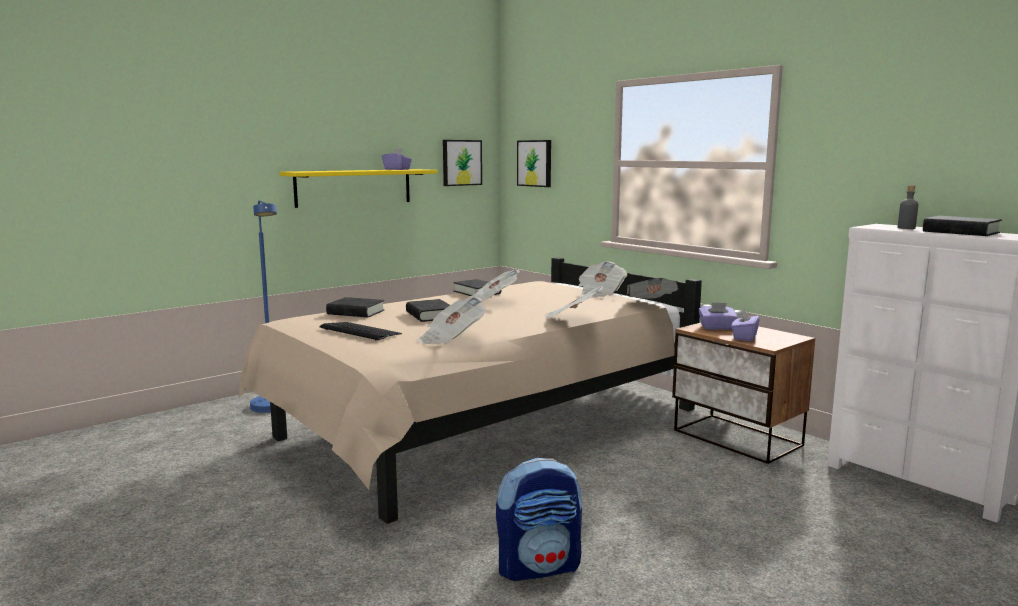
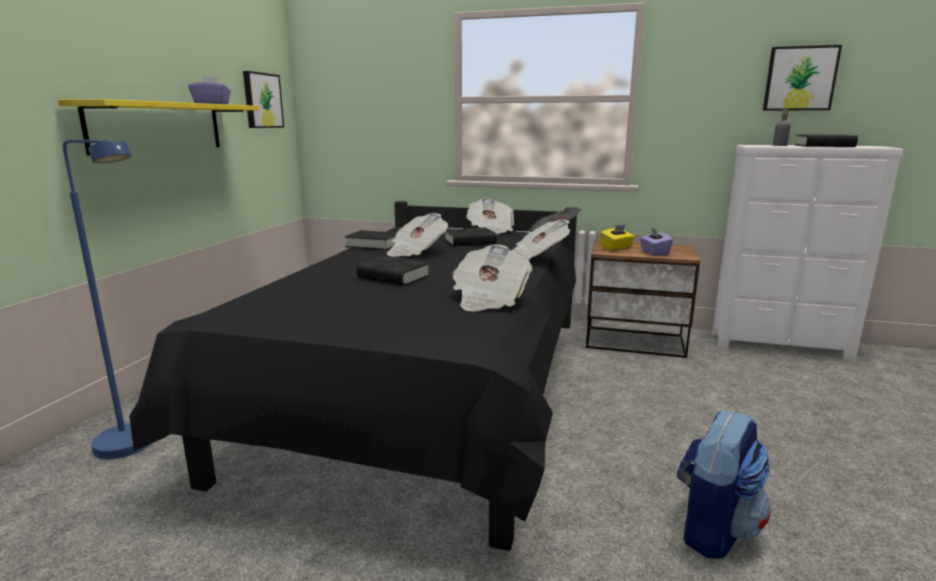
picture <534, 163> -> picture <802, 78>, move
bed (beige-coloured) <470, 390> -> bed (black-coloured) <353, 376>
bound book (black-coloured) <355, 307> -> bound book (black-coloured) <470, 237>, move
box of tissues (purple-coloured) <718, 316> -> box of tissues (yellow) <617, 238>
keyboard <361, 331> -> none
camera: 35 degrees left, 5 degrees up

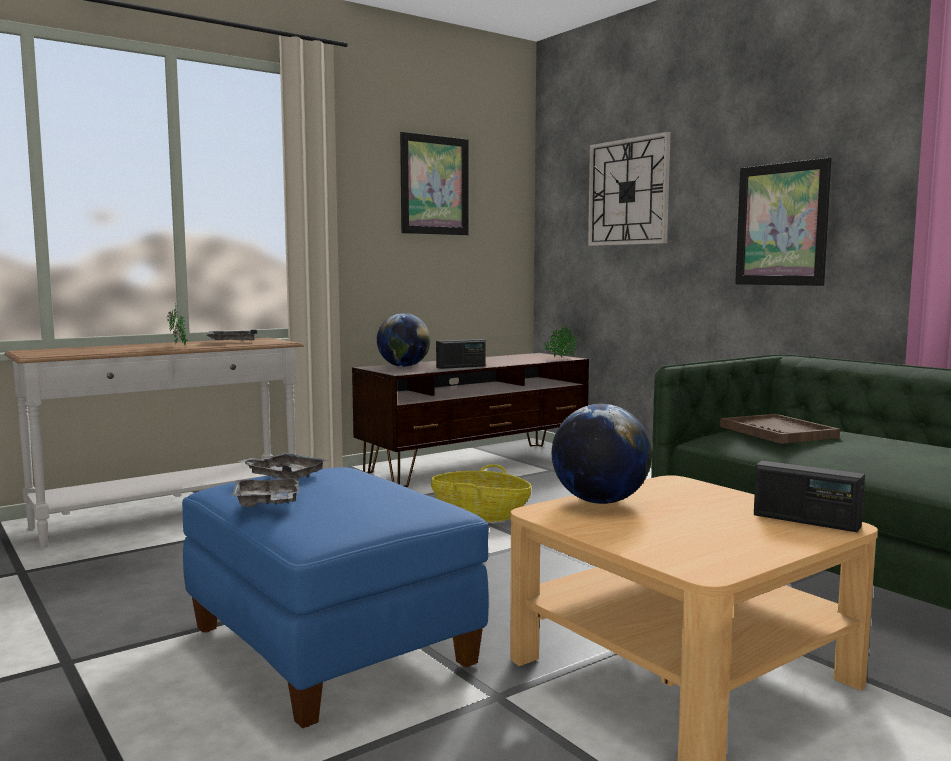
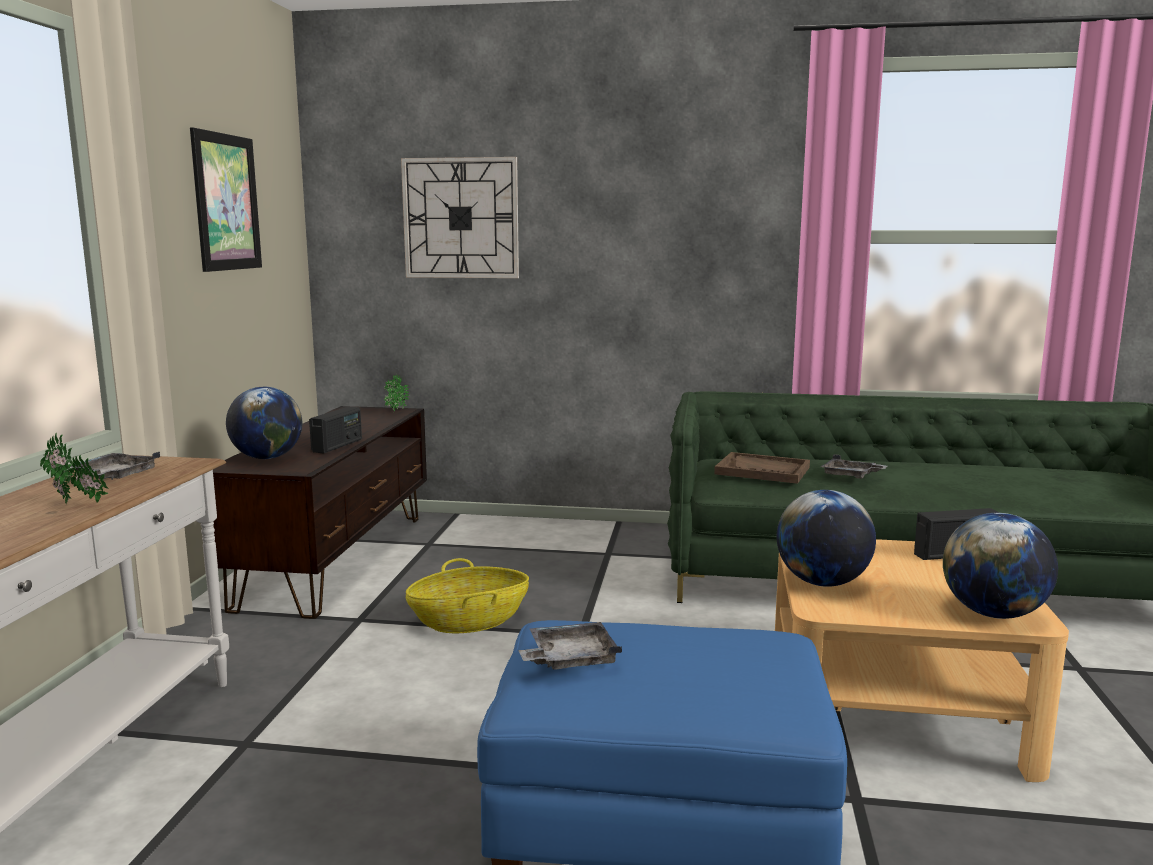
picture <783, 222> -> none
carrying tray (greyish) <265, 490> -> carrying tray (greyish) <854, 466>, move
none -> desk globe <1000, 566>
camera: 45 degrees left, 5 degrees up

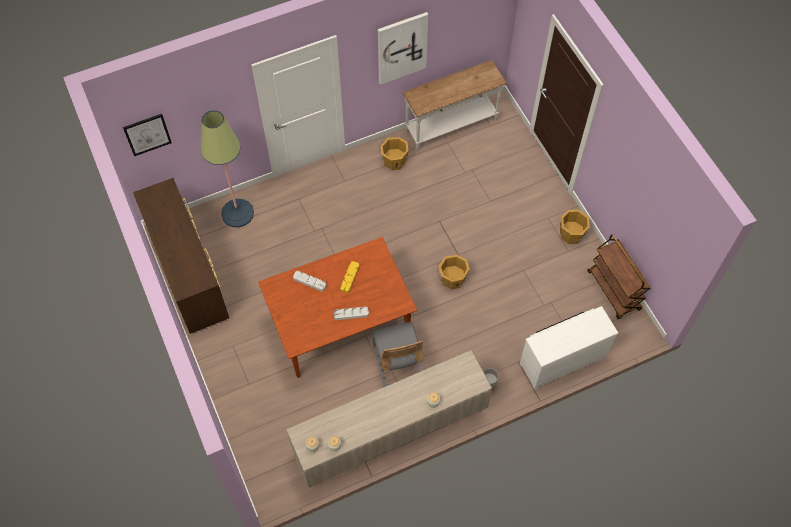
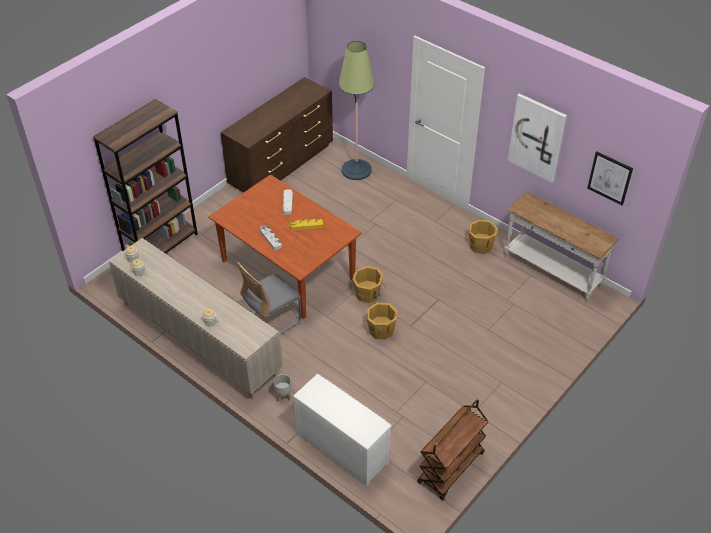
picture <147, 135> -> picture <610, 178>, move
pail (orange) <575, 227> -> pail (orange) <367, 284>, move
none -> bookcase (brown) <145, 176>
camera: 65 degrees right, 15 degrees down

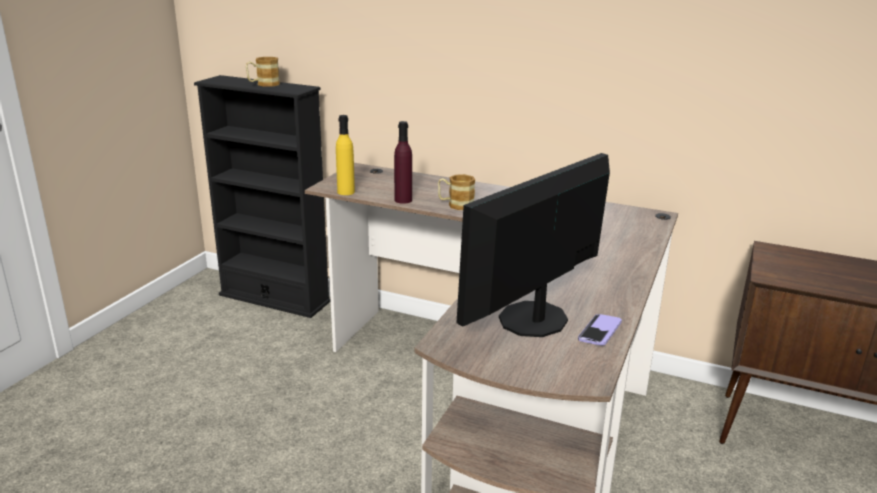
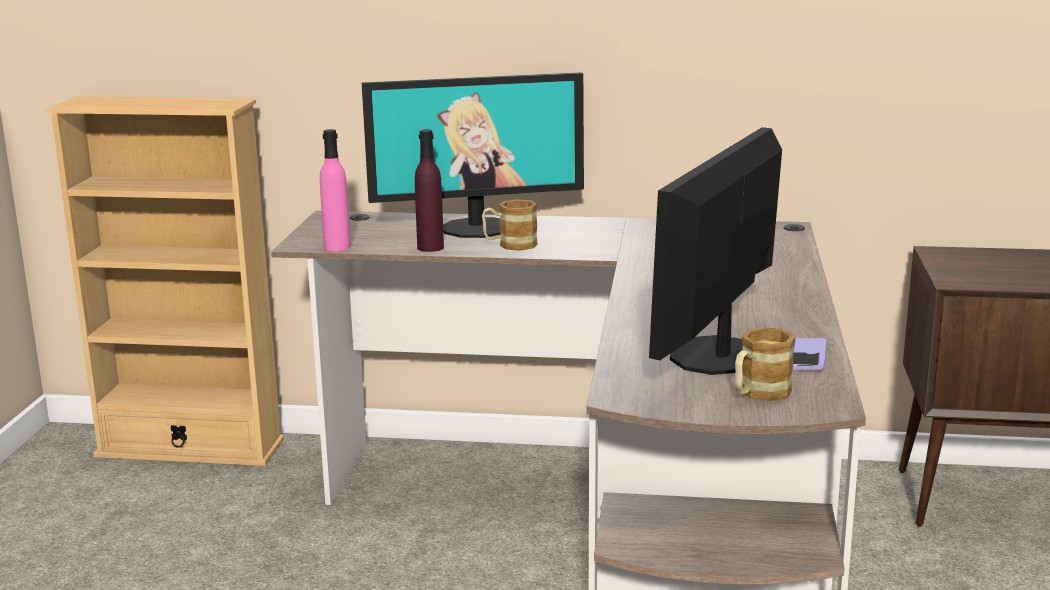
mug <263, 72> -> mug <765, 364>, move
bookcase (black-coloured) <262, 196> -> bookcase (beige-coloured) <165, 281>
bottle (yellow) <345, 155> -> bottle (pink-coloured) <335, 190>
none -> computer display <473, 155>
camera: 15 degrees left, 5 degrees down

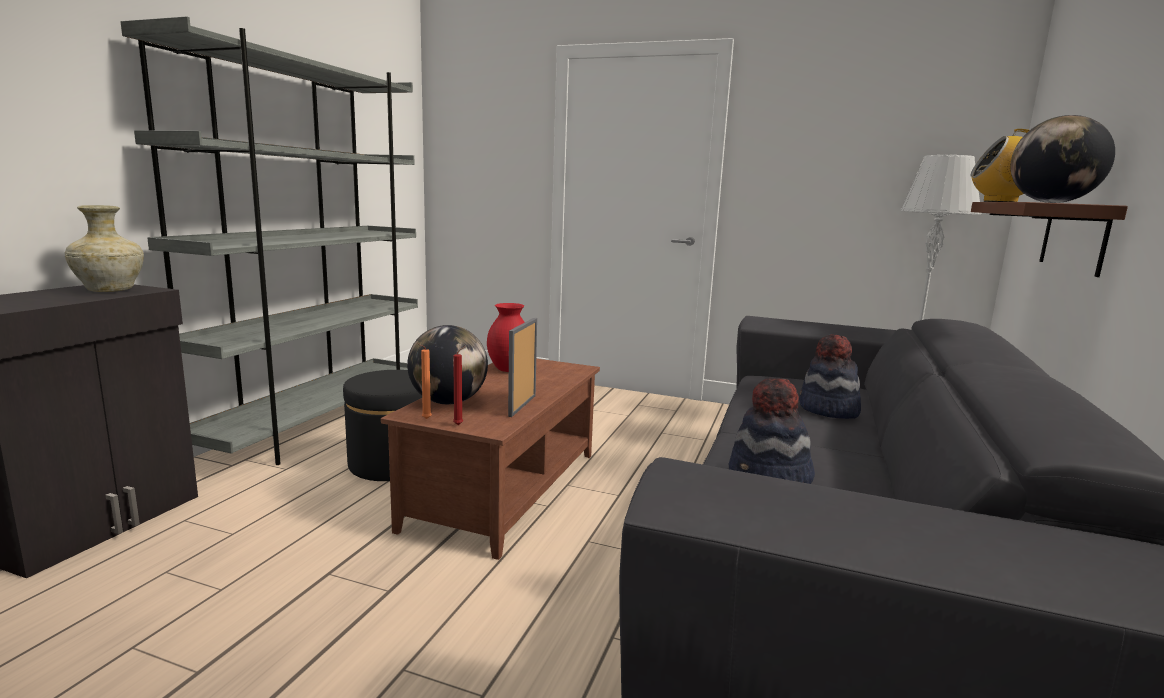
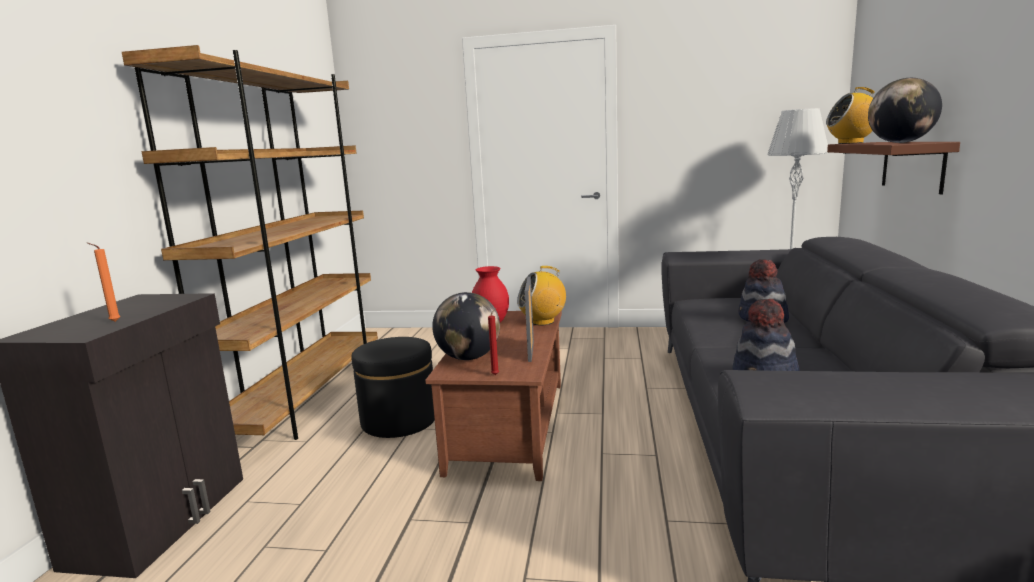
bookcase (greyish) <269, 240> -> bookcase (brown) <250, 242>
vase (beige-coloured) <104, 248> -> none
wax light (orange) <424, 381> -> wax light (orange) <104, 282>, move
none -> radio set <541, 296>
camera: 10 degrees left, 0 degrees up

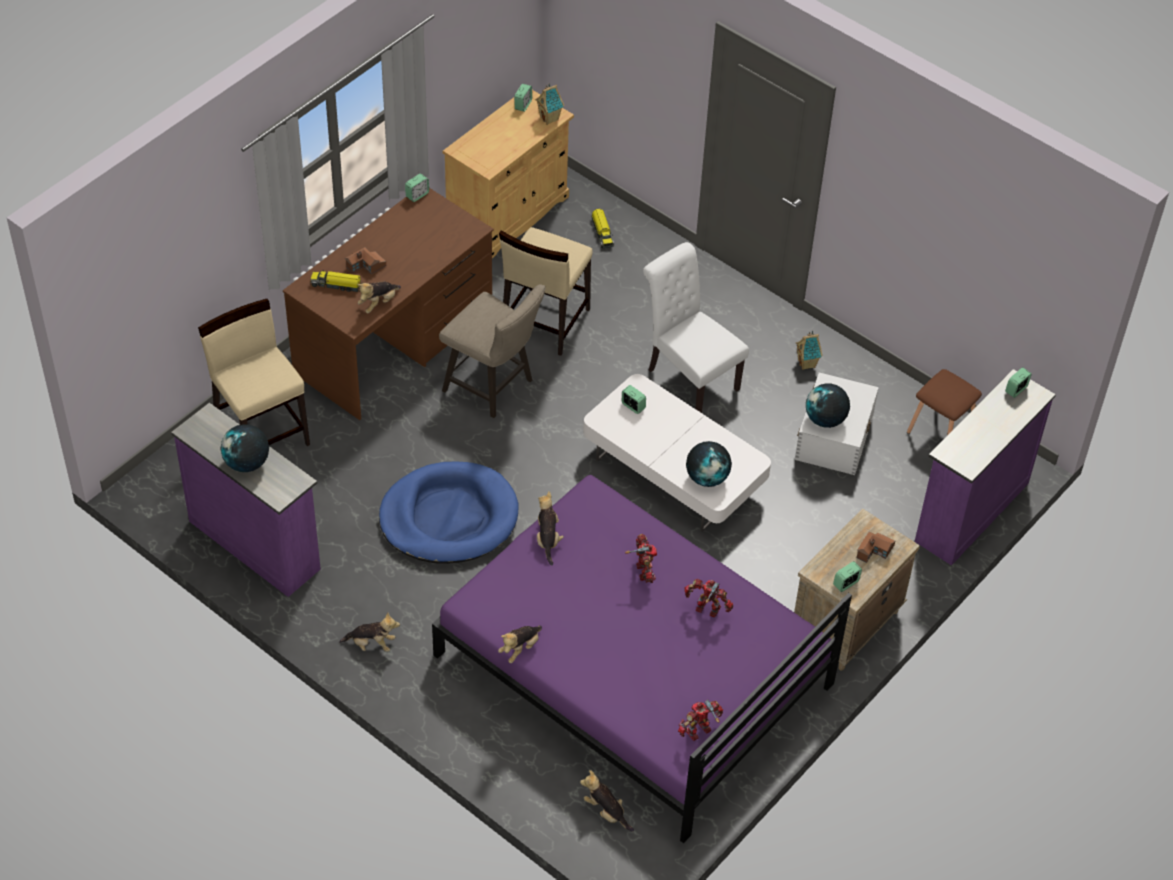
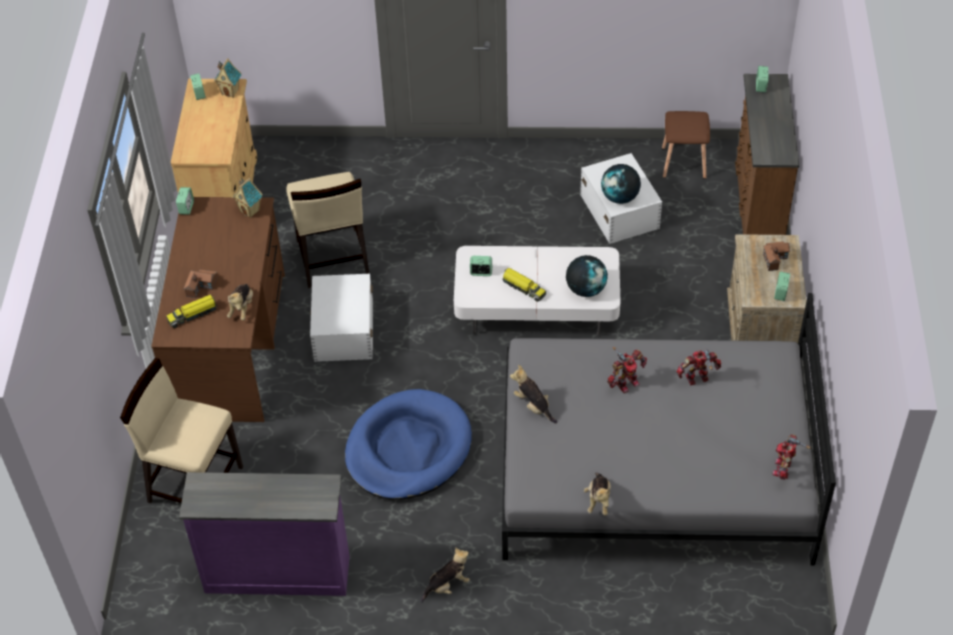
model truck <603, 228> -> model truck <524, 285>, move
chair (whitish) <696, 327> -> none
stool (beige-coloured) <492, 351> -> storage box (whitish) <341, 318>
model house <809, 350> -> model house <247, 197>, move
dresser (purple-coloured) <985, 467> -> dresser (brown) <767, 154>
desk globe <245, 448> -> none
bed (purple-coloured) <642, 659> -> bed (greyish) <669, 429>
model robot <641, 558> -> model robot <627, 370>, 105 degrees clockwise
plush toy <607, 801> -> none
camera: 35 degrees left, 0 degrees up

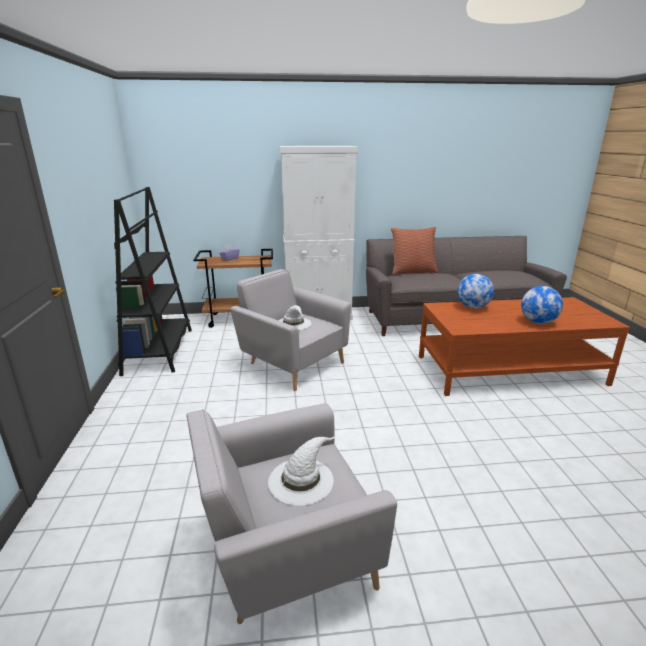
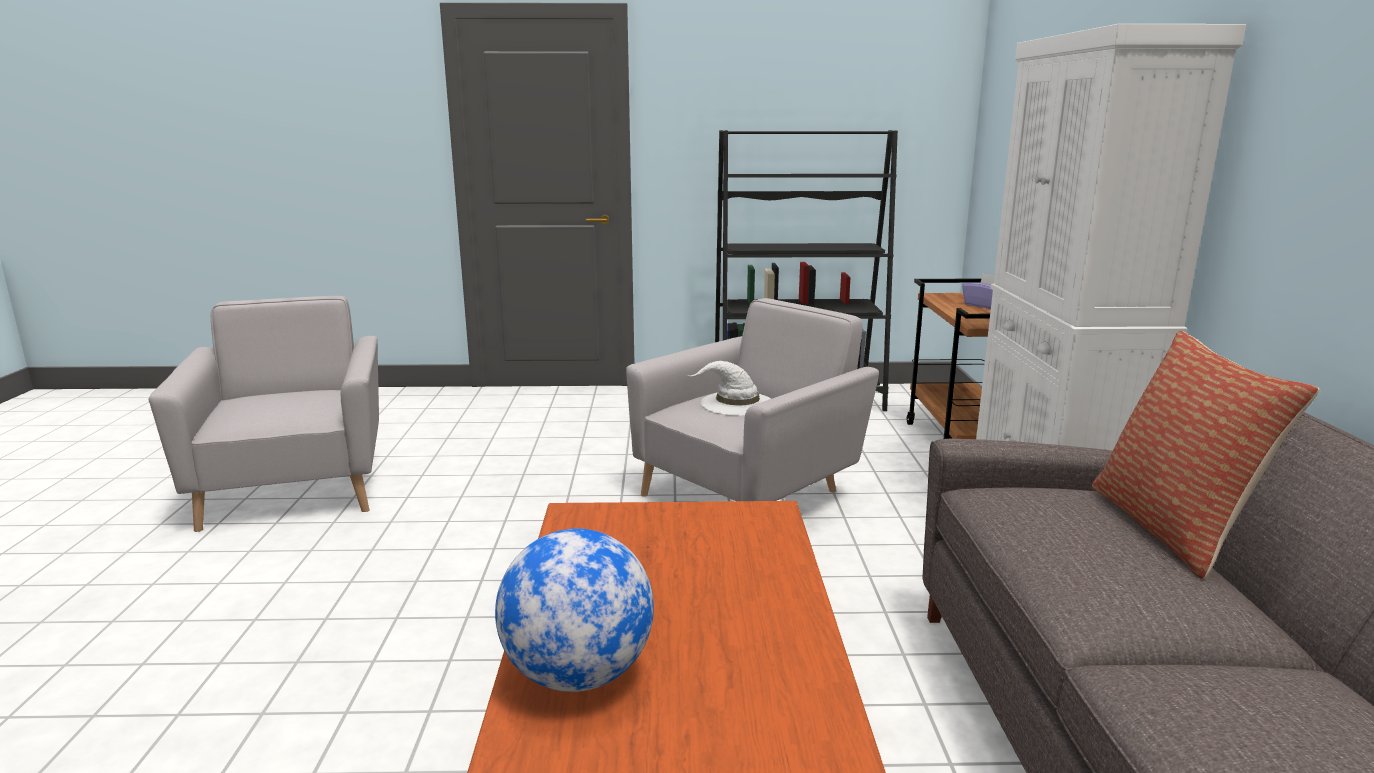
desk globe <475, 291> -> none
wearable hat (whitish) <302, 470> -> none
camera: 95 degrees right, 5 degrees down

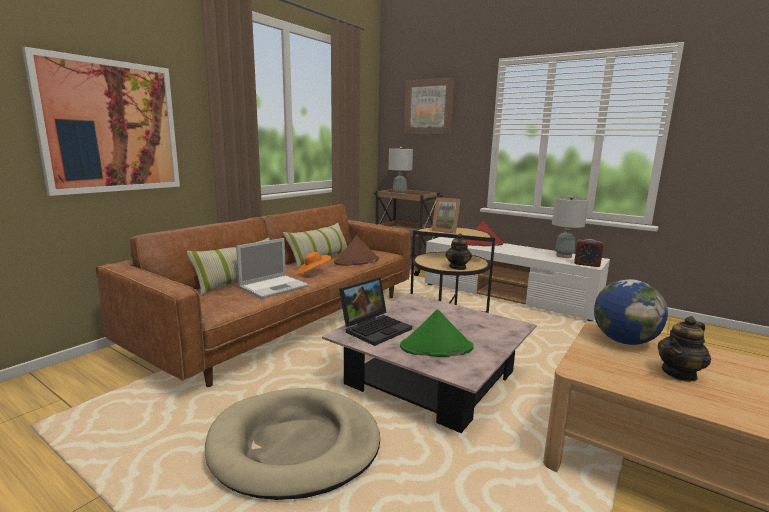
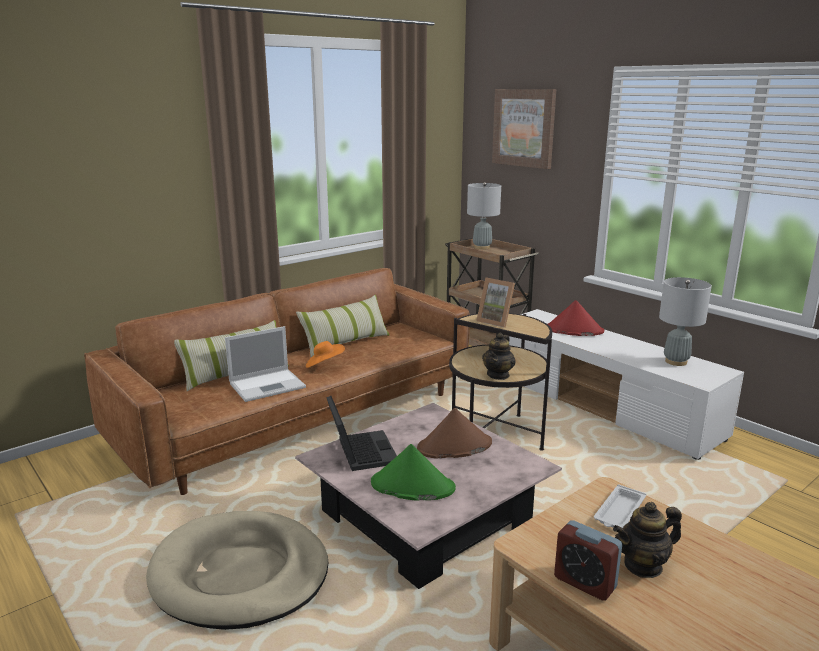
picture <101, 121> -> none
wearable hat (brown) <356, 250> -> wearable hat (brown) <454, 433>, move
alarm clock <589, 253> -> alarm clock <588, 560>, move
laptop <375, 311> -> laptop <361, 433>, 75 degrees counterclockwise
desk globe <631, 312> -> carrying tray (whitish) <620, 506>
camera: 15 degrees right, 5 degrees up

